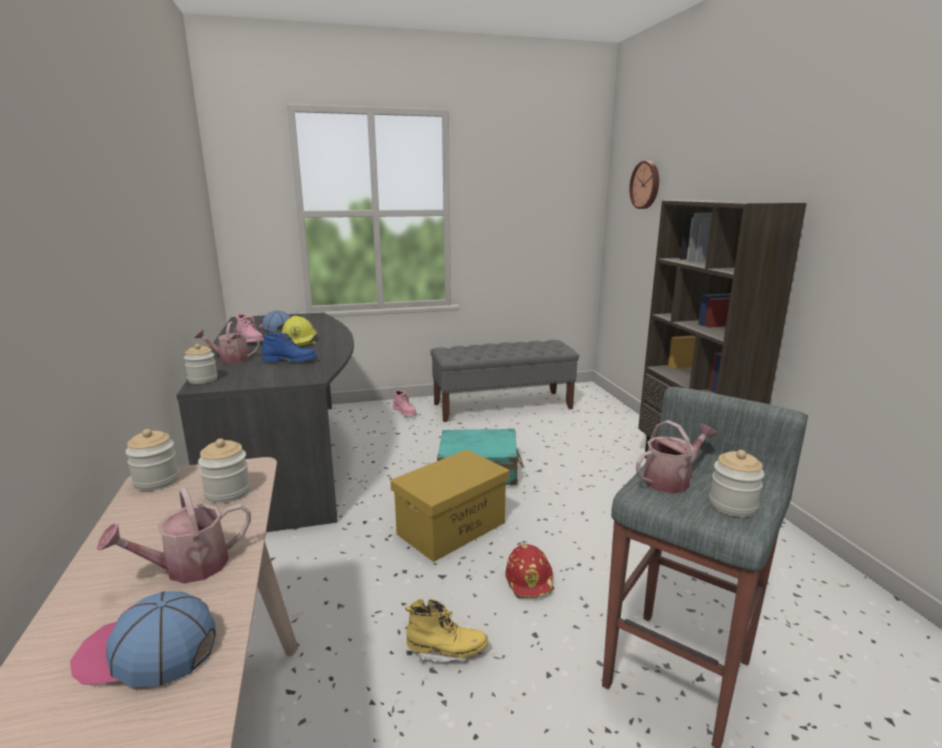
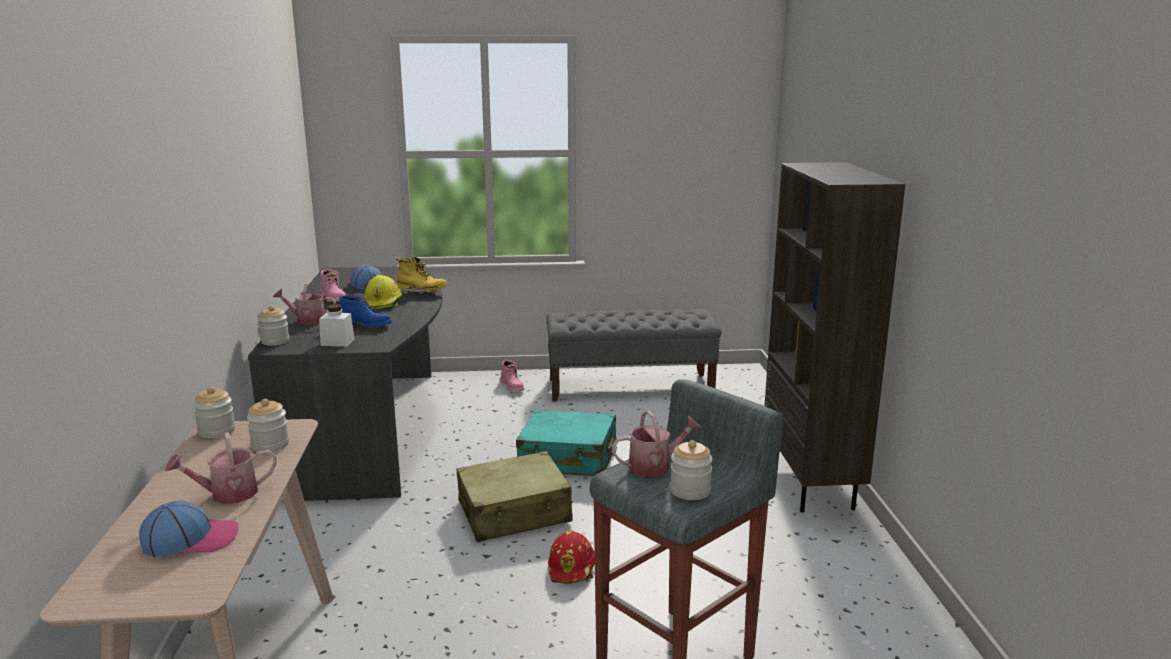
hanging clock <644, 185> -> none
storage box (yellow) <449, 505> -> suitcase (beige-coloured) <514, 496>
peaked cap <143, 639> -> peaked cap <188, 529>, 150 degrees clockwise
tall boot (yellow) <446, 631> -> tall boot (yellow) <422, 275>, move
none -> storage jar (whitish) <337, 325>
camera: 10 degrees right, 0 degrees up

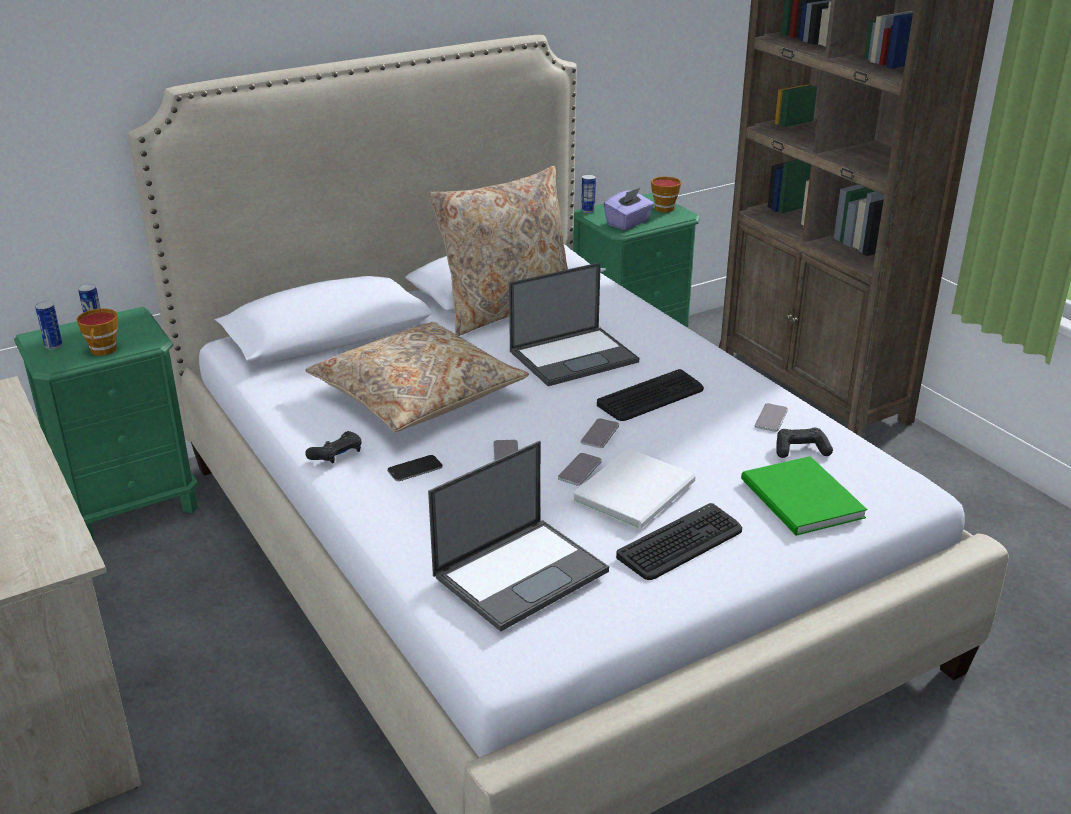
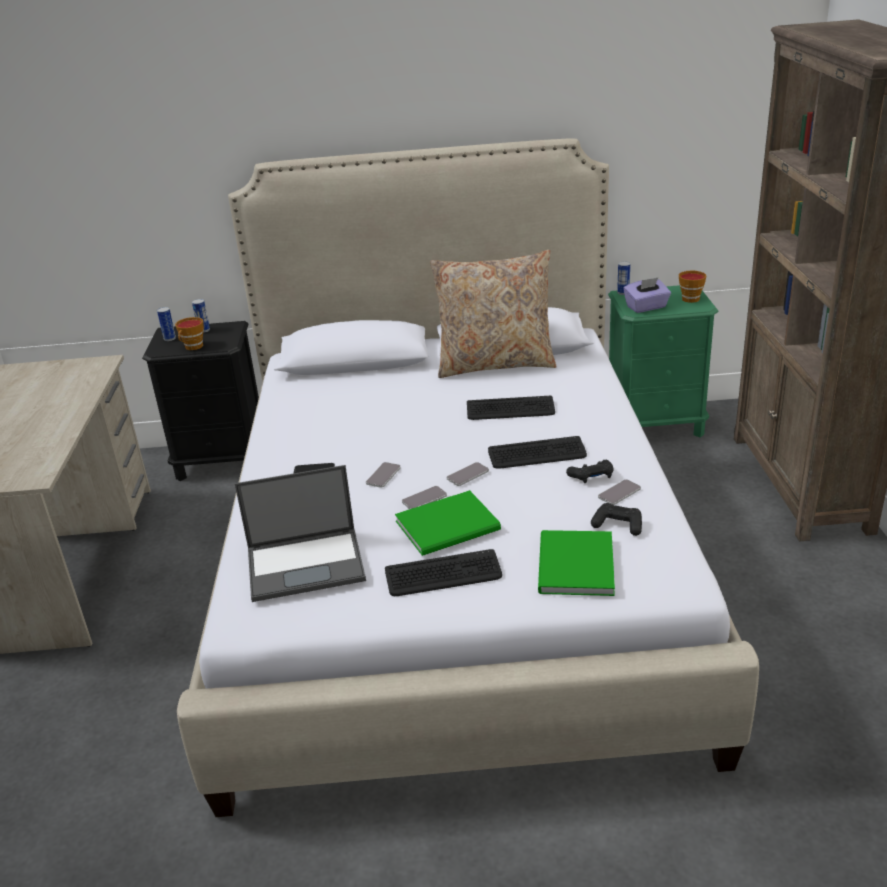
laptop <574, 324> -> keyboard <511, 408>
night table (greenish) <106, 423> -> night table (black-coloured) <200, 401>
pillow (beige-coloured) <417, 377> -> none
joypad (black-coloured) <333, 447> -> joypad (black-coloured) <590, 471>, move
bound book (whitish) <634, 489> -> bound book (greenish) <448, 523>
camera: 30 degrees right, 0 degrees up

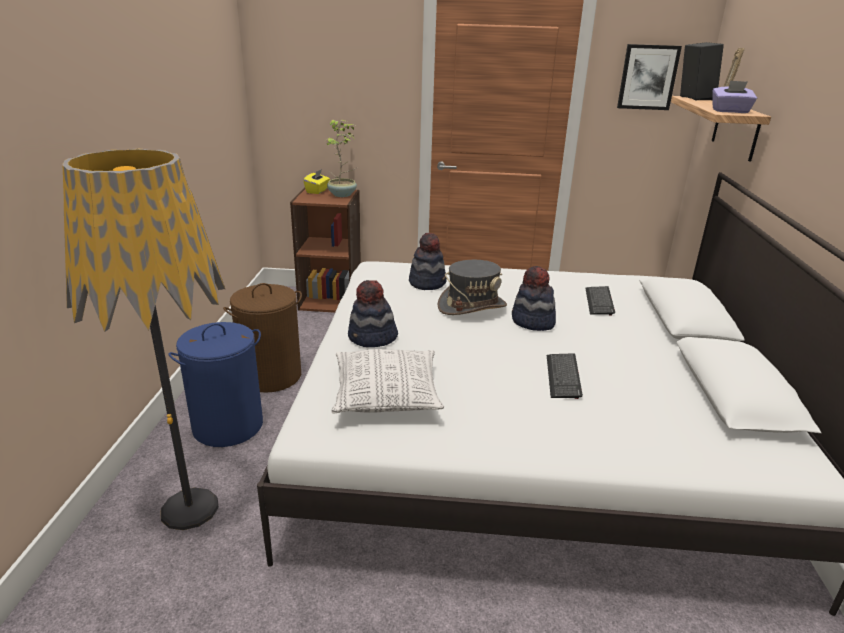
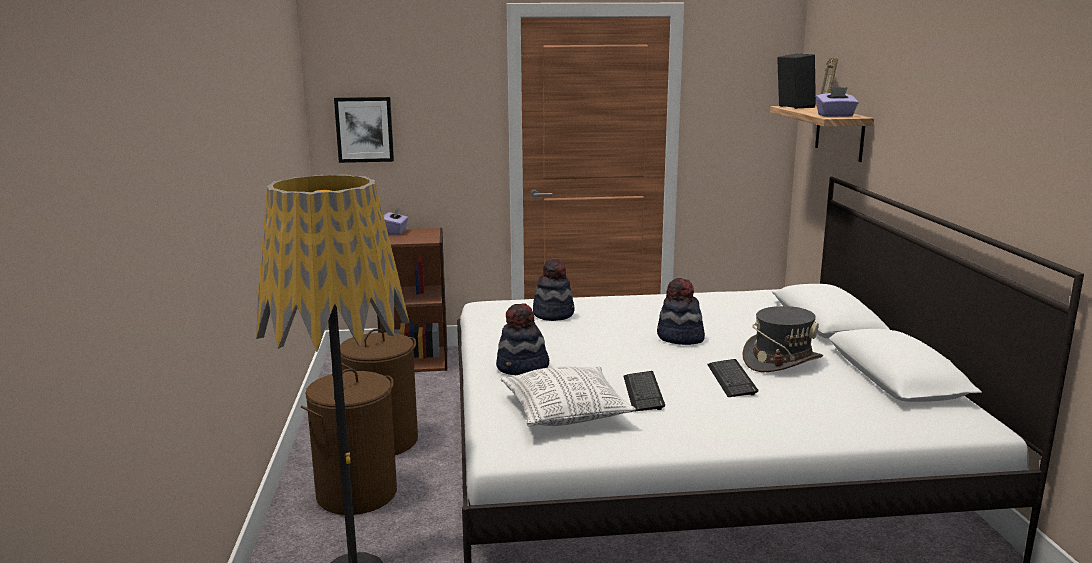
picture <649, 77> -> picture <364, 130>, move
plant in a pot <341, 158> -> none
box of tissues (yellow) <316, 181> -> box of tissues (purple-coloured) <396, 221>
wearable hat (greyish) <472, 287> -> wearable hat (greyish) <783, 339>, move
keyboard <600, 301> -> keyboard <644, 391>, move
laundry basket (blue-coloured) <215, 384> -> laundry basket (brown) <349, 441>
camera: 10 degrees left, 10 degrees down

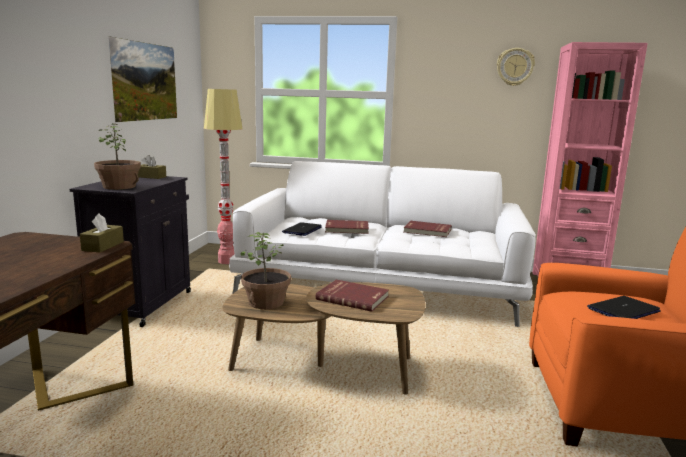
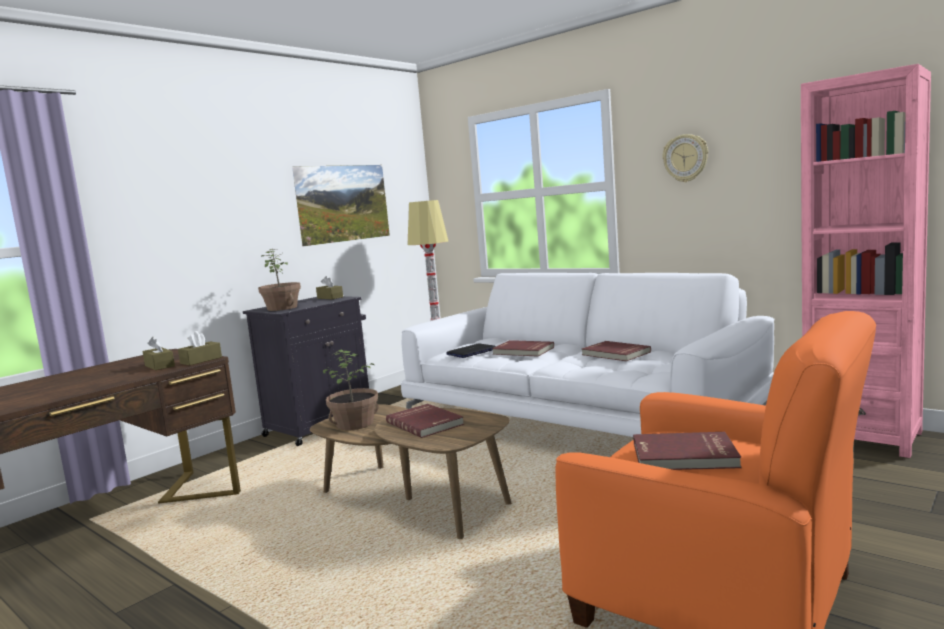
hanging clock <516, 67> -> hanging clock <685, 158>, move
laptop <623, 307> -> bound book (red) <687, 451>
none -> box of tissues (brown) <159, 353>
camera: 30 degrees right, 5 degrees down

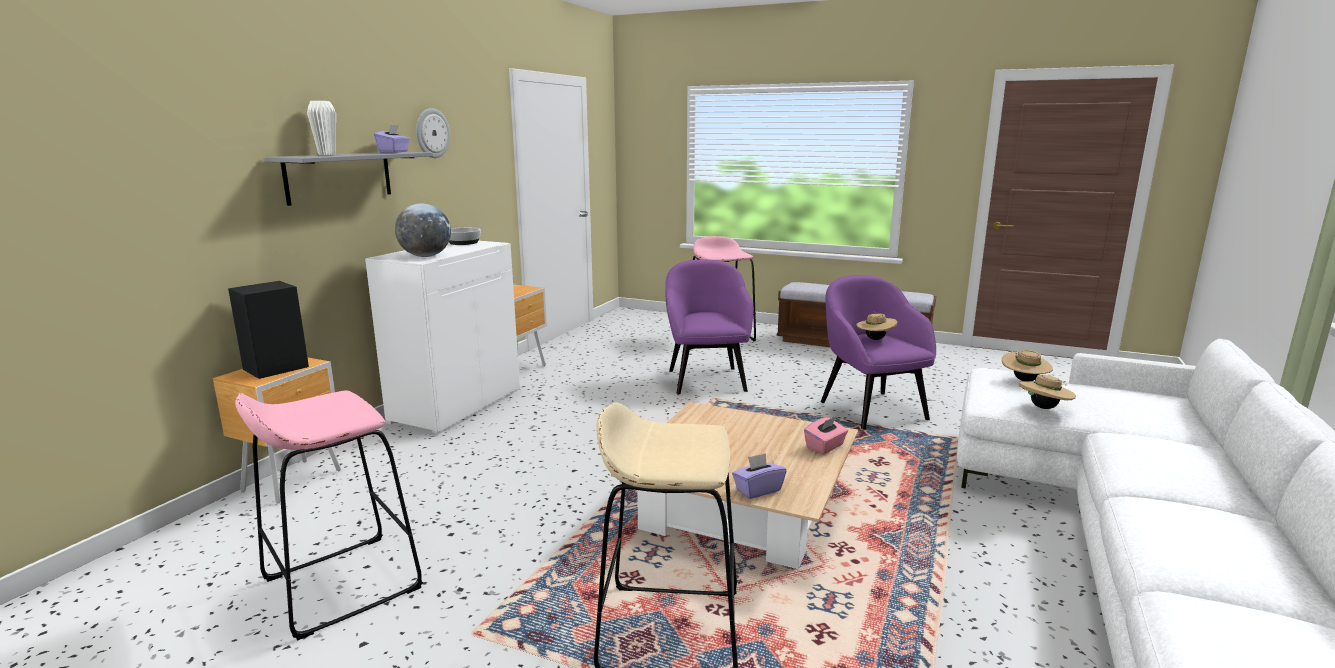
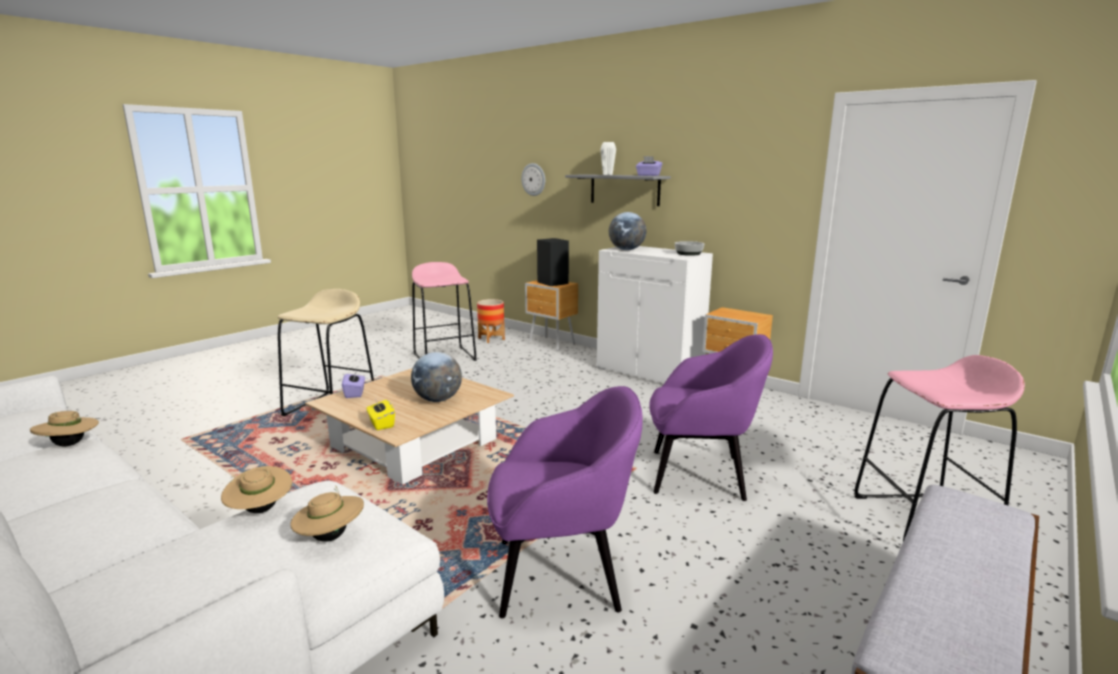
hanging clock <433, 133> -> hanging clock <533, 179>, move
wearable hat (beige-coloured) <876, 325> -> wearable hat (beige-coloured) <64, 428>, move
box of tissues (pink-coloured) <826, 435> -> box of tissues (yellow) <381, 414>
none -> plant pot <491, 321>
none -> desk globe <436, 377>
camera: 105 degrees right, 0 degrees up

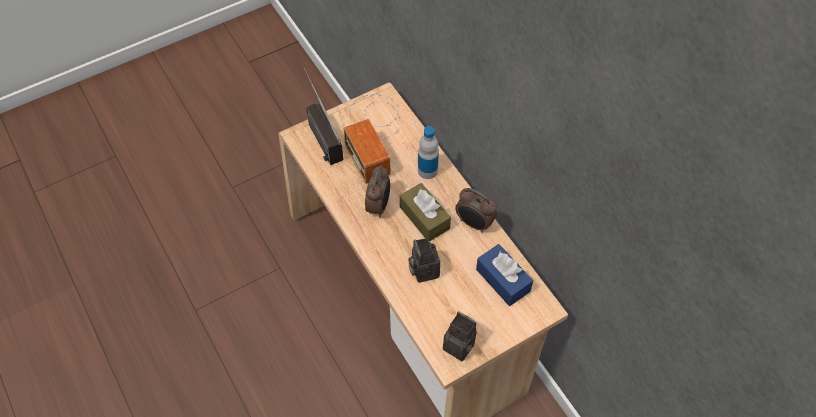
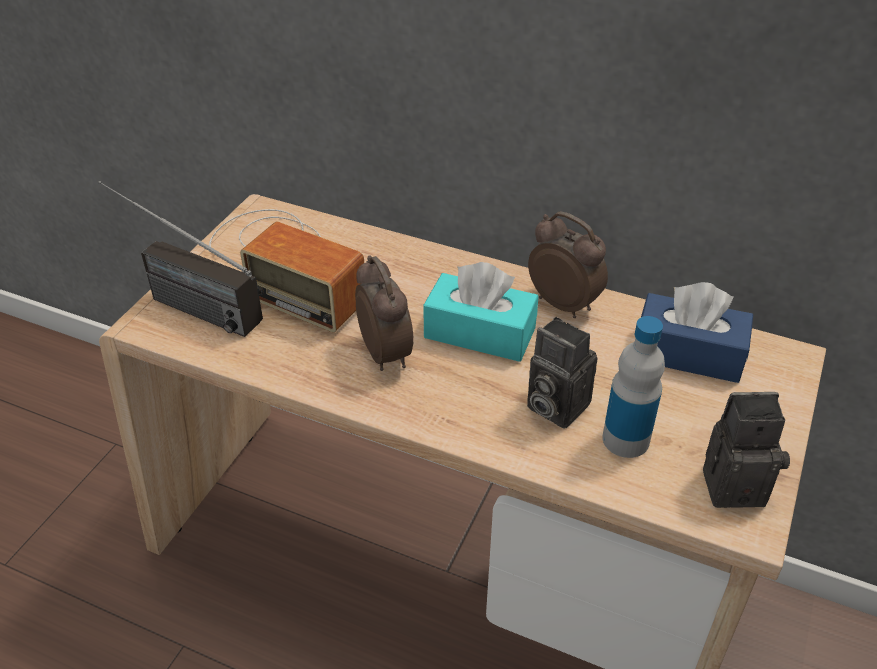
bottle <428, 152> -> bottle <633, 387>, move
box of tissues (brown) <425, 212> -> box of tissues (turquoise) <481, 312>
alarm clock <476, 210> -> alarm clock <568, 264>, 135 degrees counterclockwise
camera: 35 degrees left, 15 degrees down

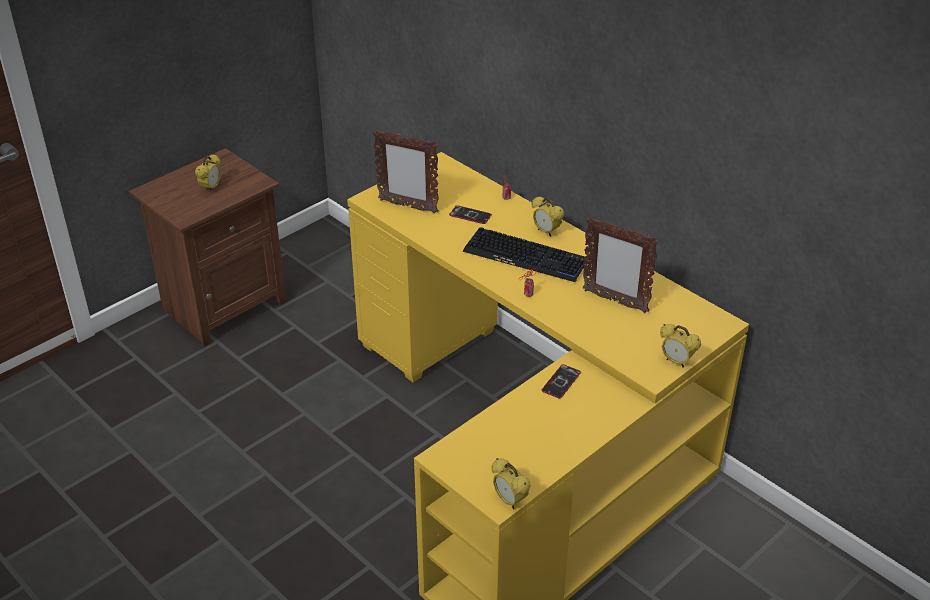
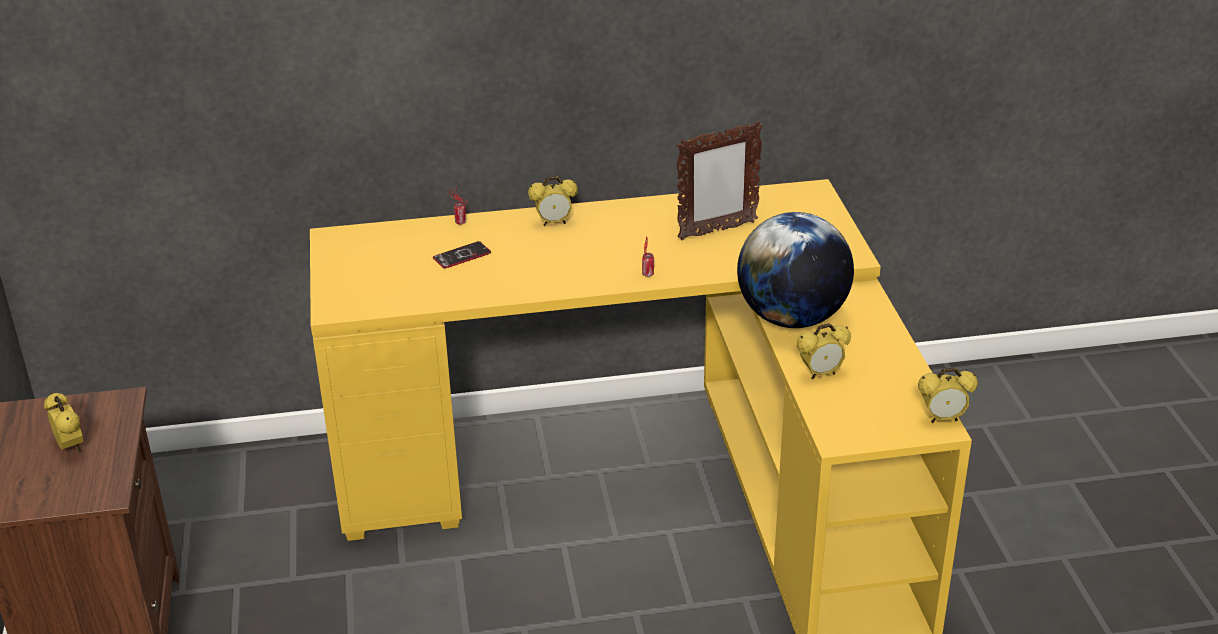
standing frame <406, 172> -> none
keyboard <526, 254> -> none
alarm clock <680, 346> -> alarm clock <824, 351>, move
phone <561, 381> -> desk globe <795, 270>
camera: 55 degrees left, 5 degrees down

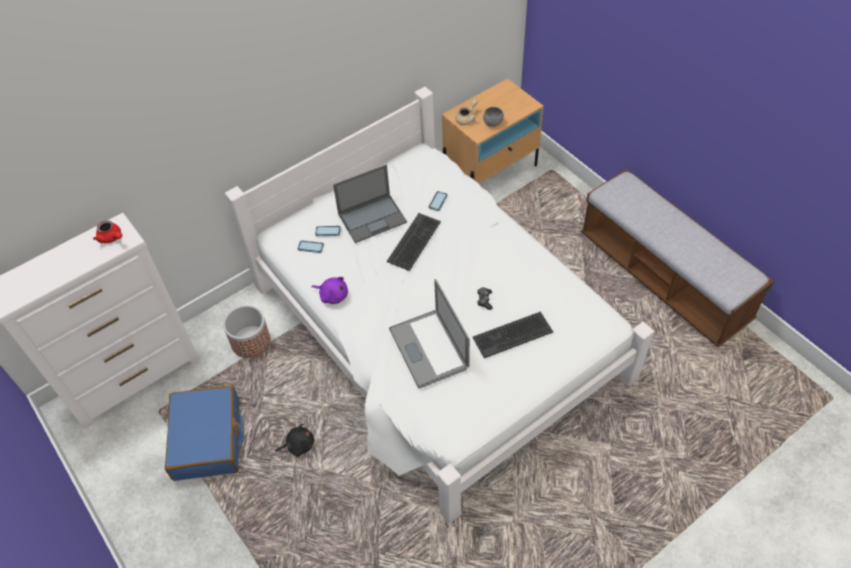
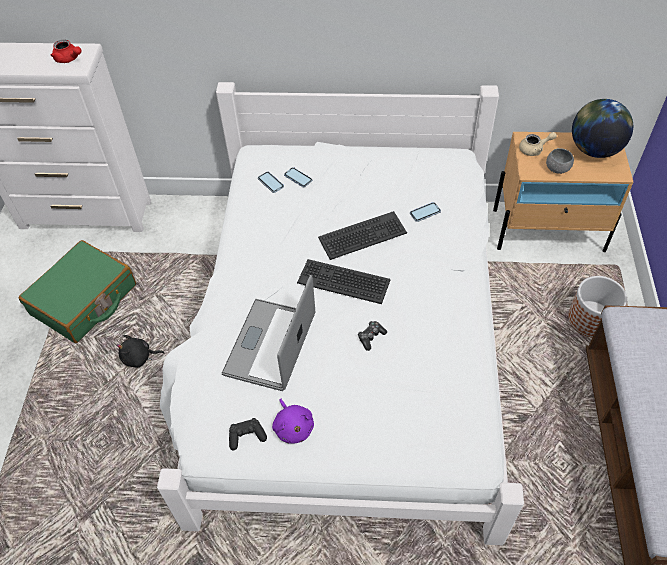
laptop <370, 204> -> none
teapot (red) <107, 231> -> teapot (red) <66, 51>, 45 degrees counterclockwise
plush toy (purple-coloured) <329, 290> -> plush toy (purple-coloured) <293, 421>, move
plant pot <246, 331> -> plant pot <597, 307>, move
keyboard <512, 334> -> keyboard <343, 281>, move
suitcase (blue-coloured) <204, 433> -> suitcase (greenish) <77, 291>
plush toy (black-coloured) <294, 440> -> plush toy (black-coloured) <140, 351>, 150 degrees clockwise
none -> desk globe <602, 128>
none -> joypad (black-coloured) <248, 434>
camera: 40 degrees right, 0 degrees up

